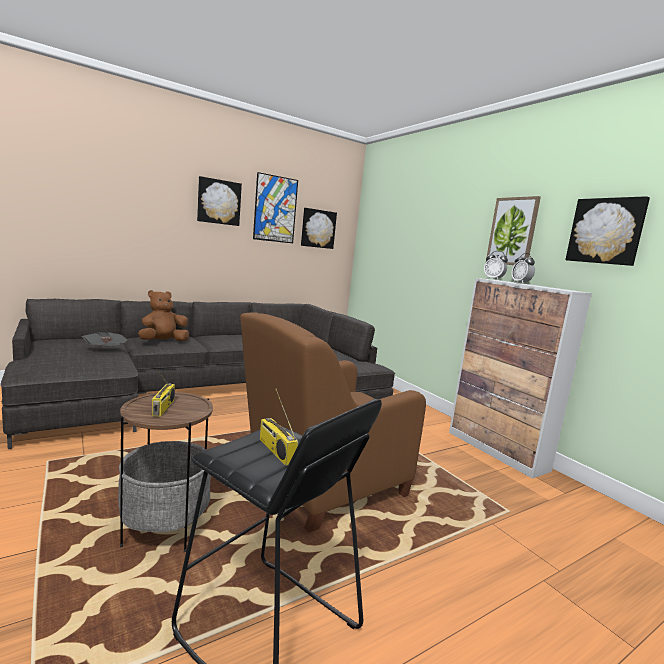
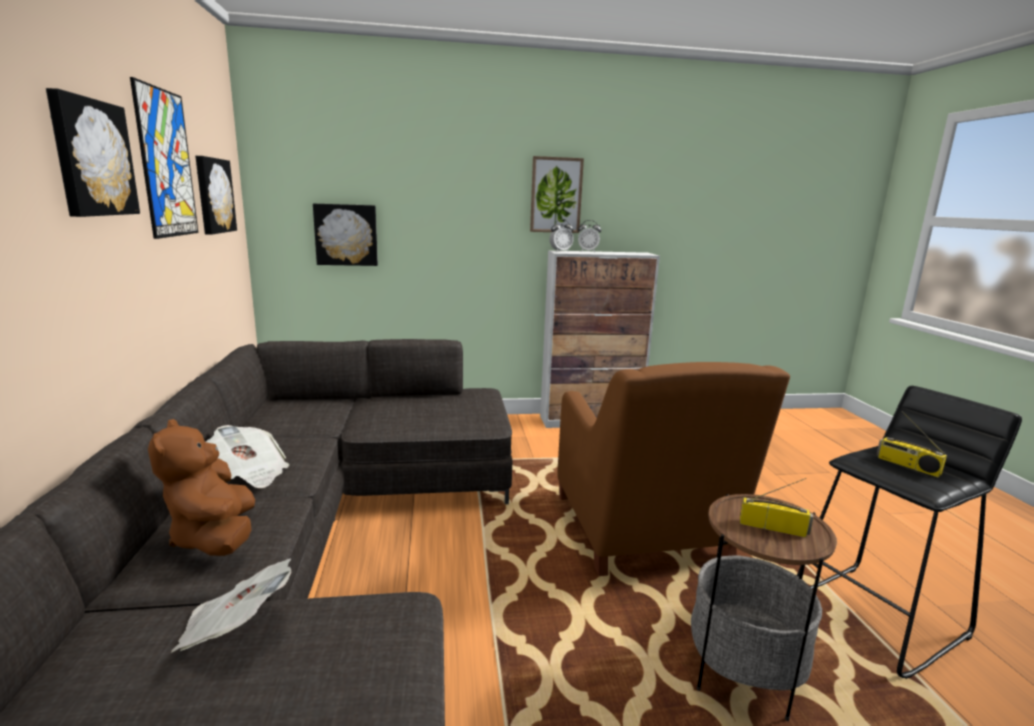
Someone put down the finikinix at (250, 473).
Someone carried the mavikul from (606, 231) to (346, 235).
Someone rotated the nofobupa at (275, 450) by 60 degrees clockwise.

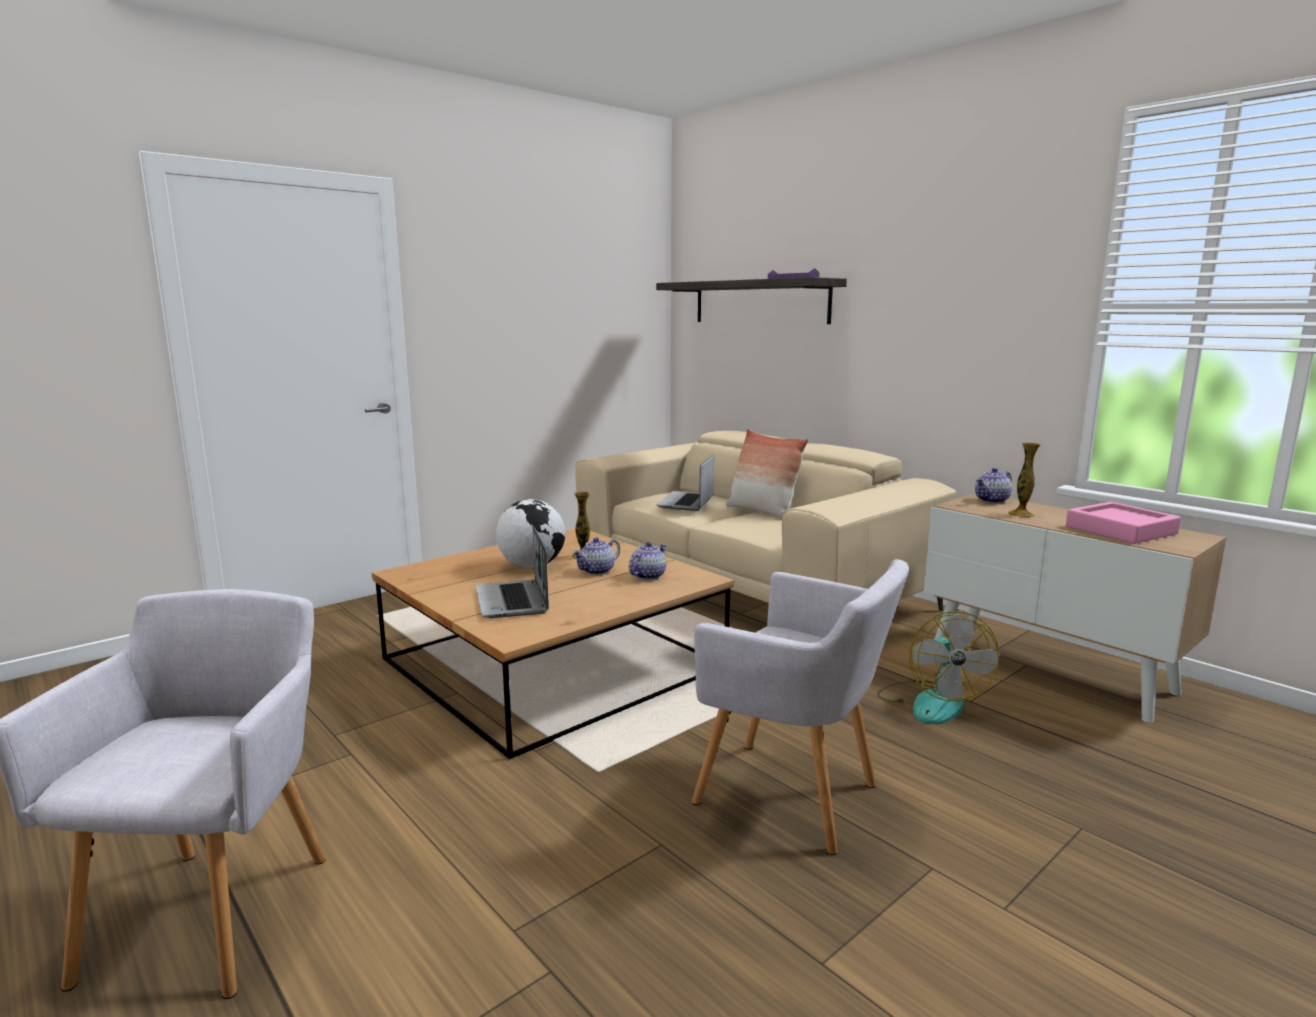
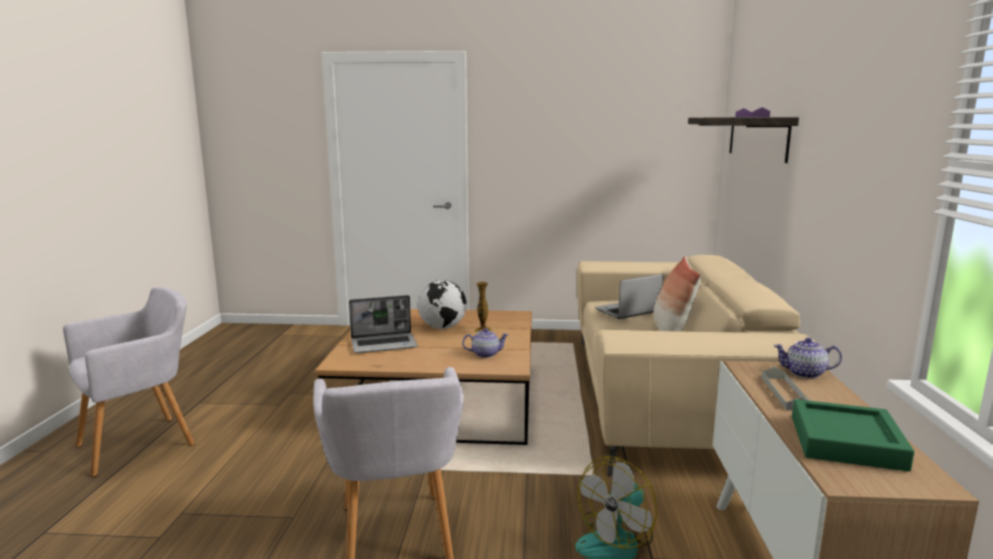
Someone rotated the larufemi at (513, 601) by 135 degrees counterclockwise.
Someone swapped the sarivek at (1021, 514) for the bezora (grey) at (785, 393).
Someone repainted the bezora (pink) at (1120, 530), which became the bezora (green) at (846, 442).
Someone took away the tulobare at (597, 571).

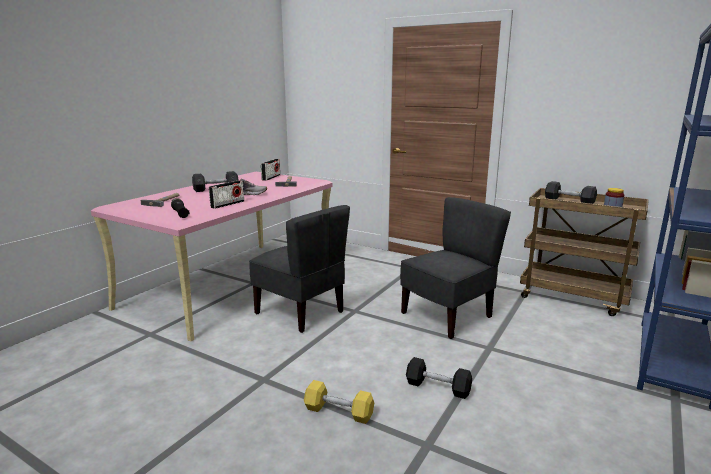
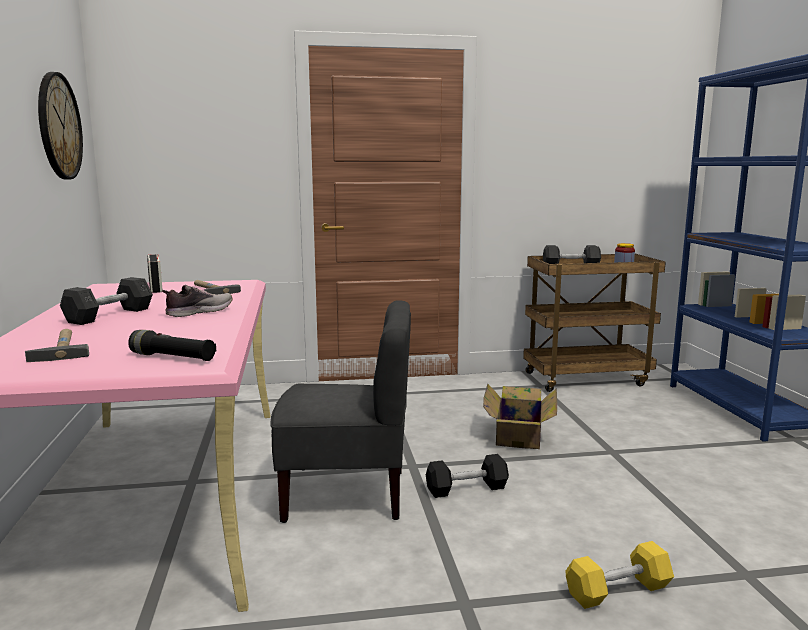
Someone put up the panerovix at (59, 126).
Someone carried the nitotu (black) from (438, 387) to (466, 489).
Someone swapped the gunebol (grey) at (448, 316) for the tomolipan at (519, 434).
Someone took away the nofobupa at (227, 204).

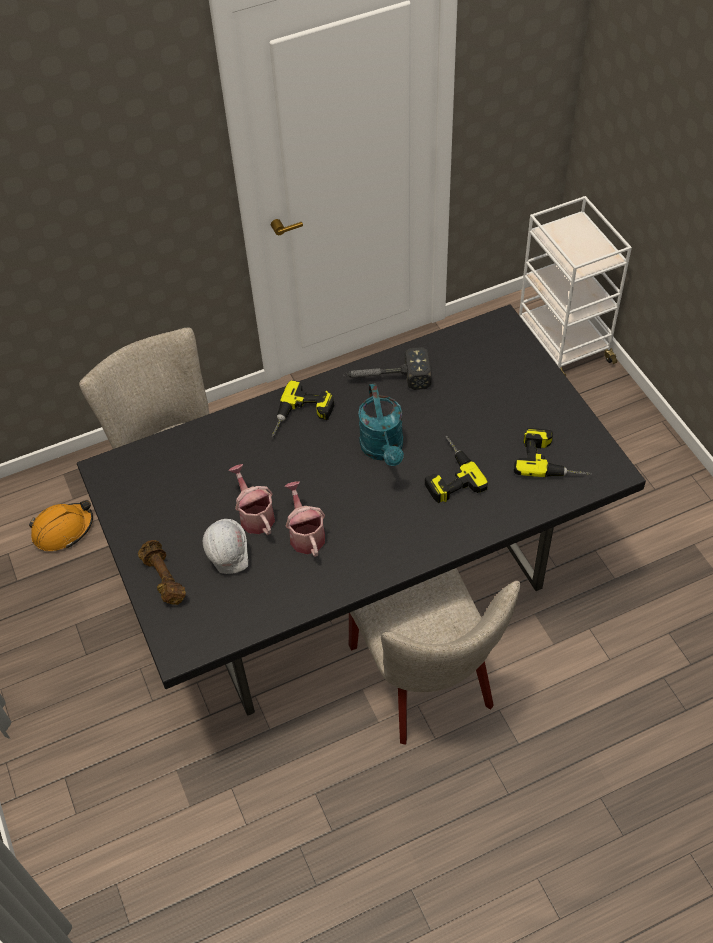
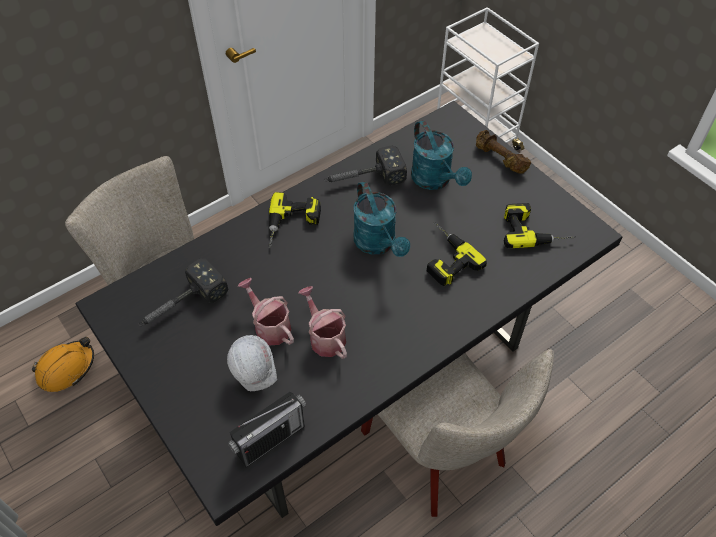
Someone put down the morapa at (181, 306).
Someone put down the nofobupa at (270, 440).
Someone put down the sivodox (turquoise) at (435, 180).
Someone carried the nitotu (brown) from (163, 578) to (499, 159).

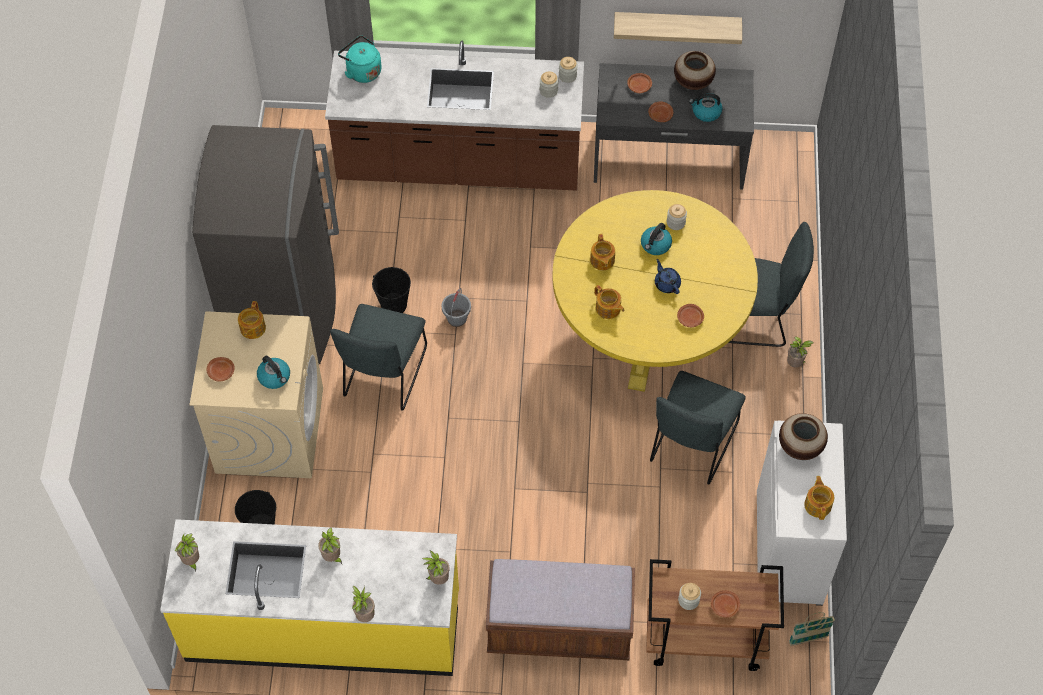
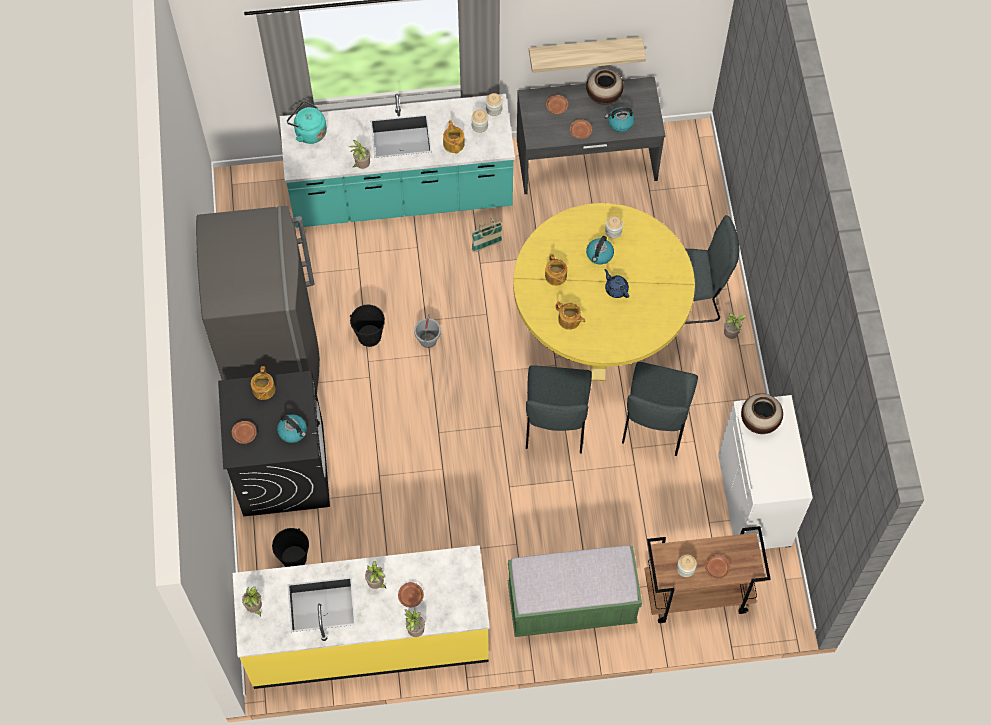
Someone repainted the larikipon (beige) at (269, 429), which became the larikipon (black) at (283, 468).
Someone repainted the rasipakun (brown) at (459, 166), which became the rasipakun (turquoise) at (402, 196).
Someone carried the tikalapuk from (438, 579) to (361, 166).
Someone carried the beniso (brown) from (690, 318) to (411, 596).
Someone carried the tulobare from (818, 504) to (454, 143).
Someone carried the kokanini from (808, 639) to (487, 245).
Someone repainted the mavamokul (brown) at (559, 628), which became the mavamokul (green) at (571, 604).
Someone carried the gunebol (grey) from (383, 376) to (555, 424).

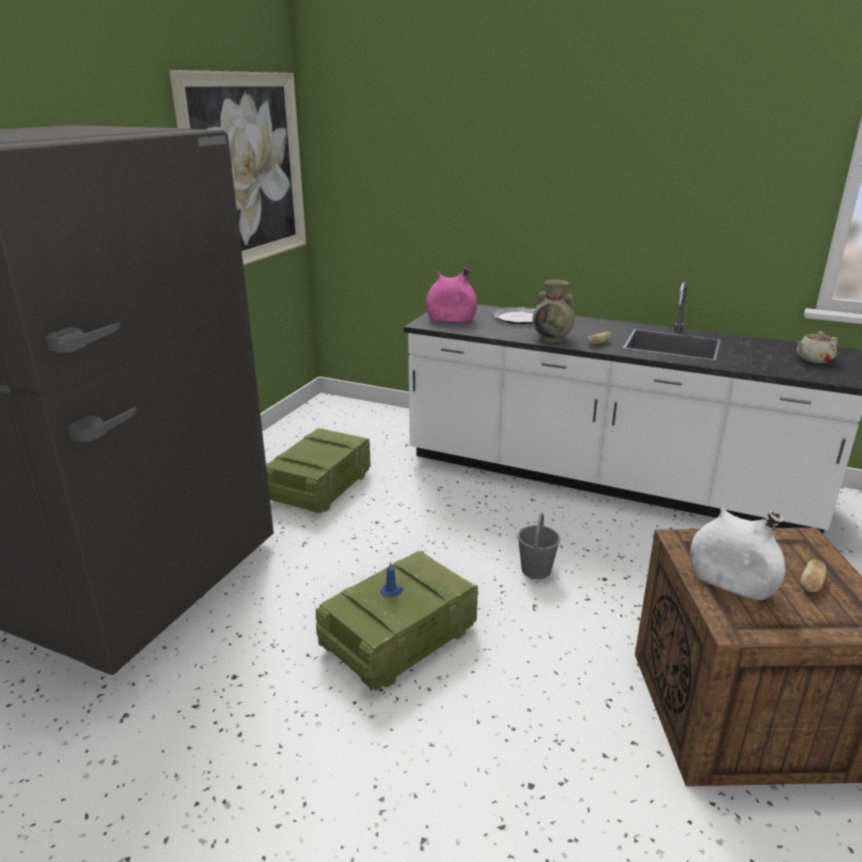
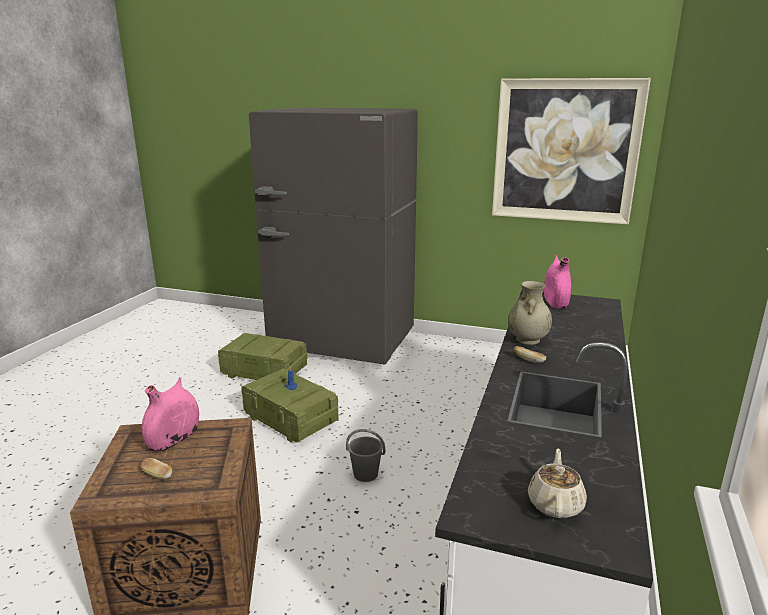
Someone repainted the sarivek (white) at (730, 583), which became the sarivek (pink) at (174, 439).
Someone carried the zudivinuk from (321, 486) to (265, 372).
Someone rotated the tulobare (beige) at (813, 359) by 45 degrees clockwise.
Someone took away the beniso at (518, 318).

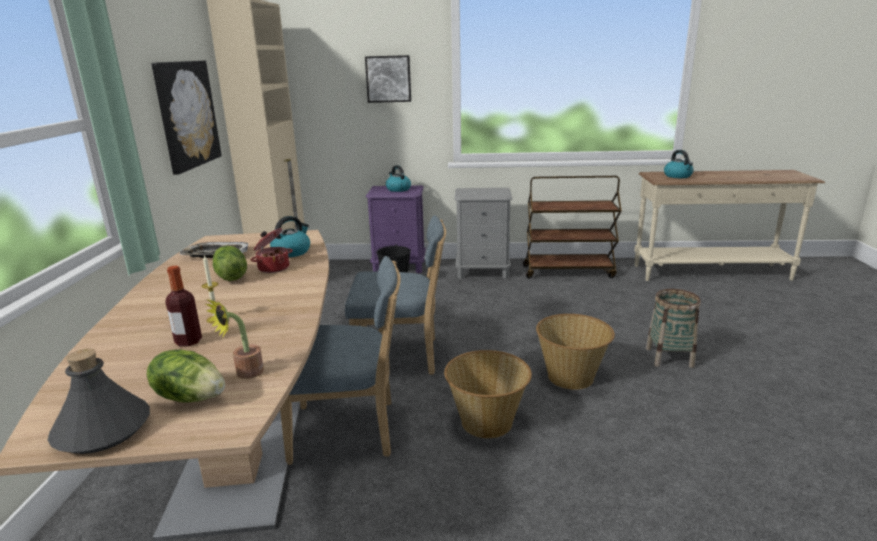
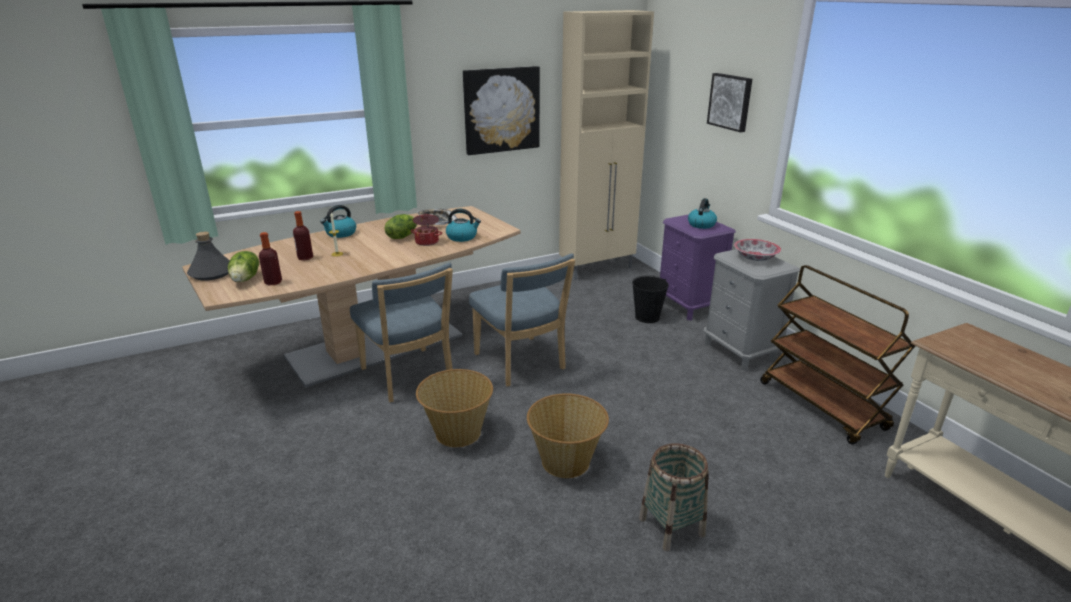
Someone swapped the tikalapuk at (244, 374) for the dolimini at (273, 282).
Someone carried the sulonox from (678, 176) to (340, 233).
Someone put down the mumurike at (755, 258).

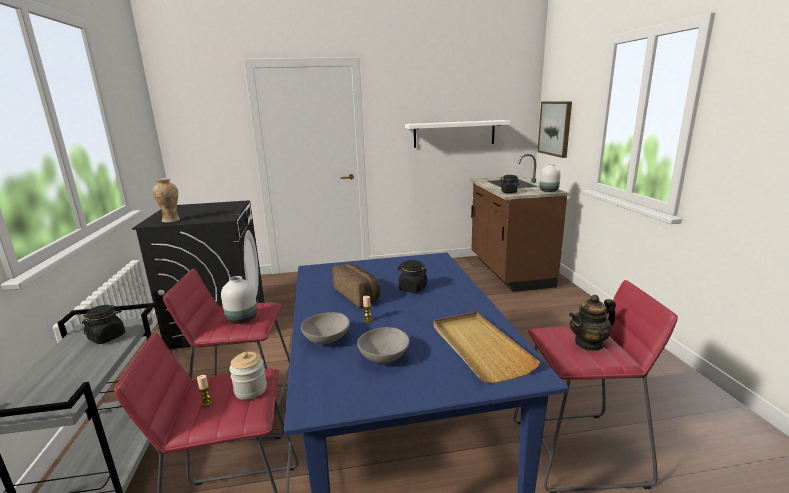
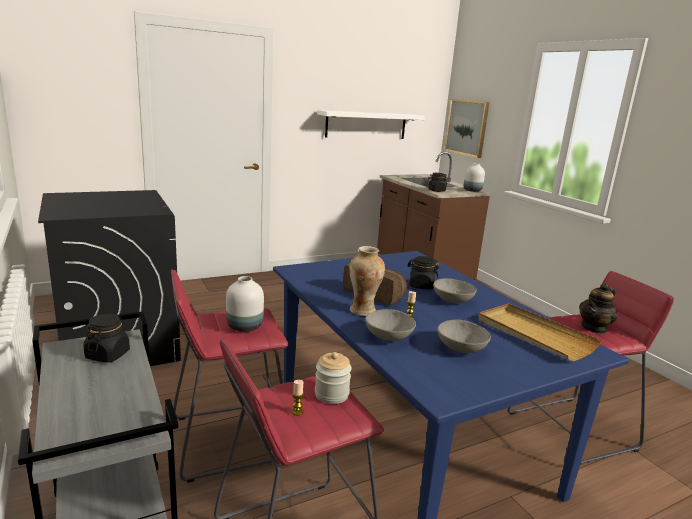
Someone carried the sarivek from (171, 220) to (363, 311).
Someone put down the mumurike (grey) at (452, 300).

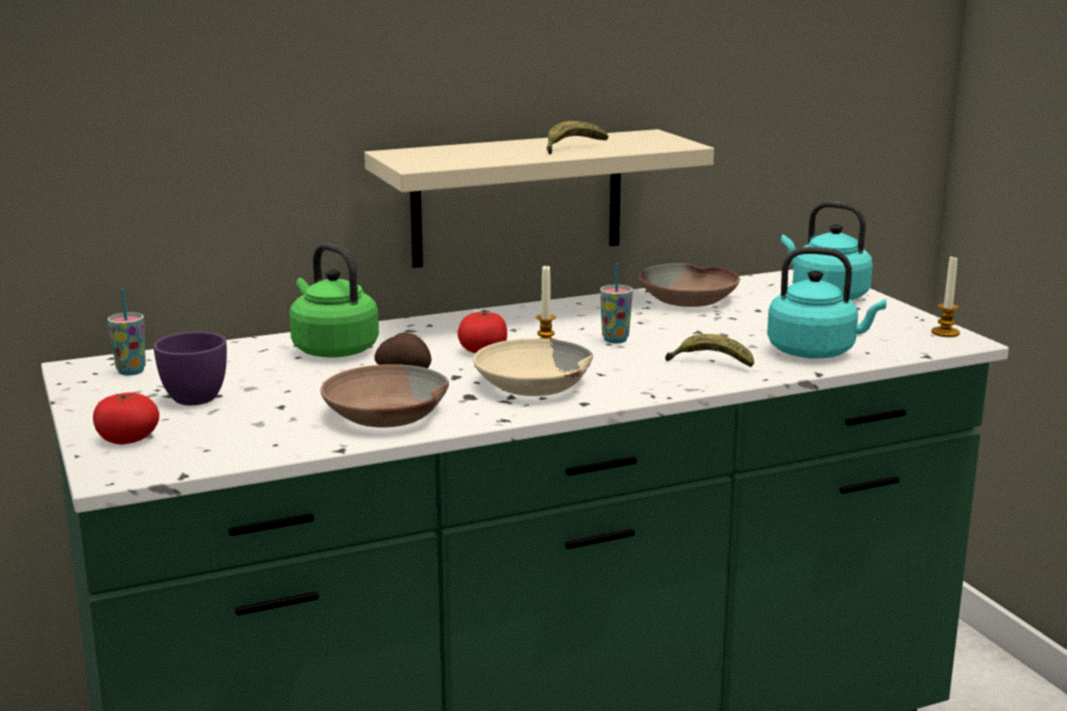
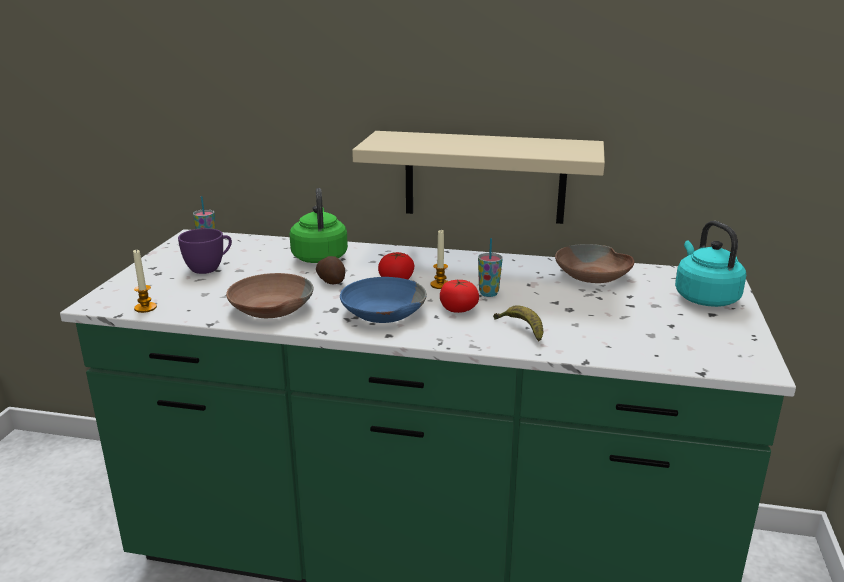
Someone carried the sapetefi from (945, 333) to (145, 308).
Someone repainted the mumurike (beige) at (532, 385), which became the mumurike (blue) at (381, 312).
Someone carried the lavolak from (127, 438) to (458, 308).
Someone took away the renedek at (571, 148).
Someone took away the sulonox (turquoise) at (816, 352).

